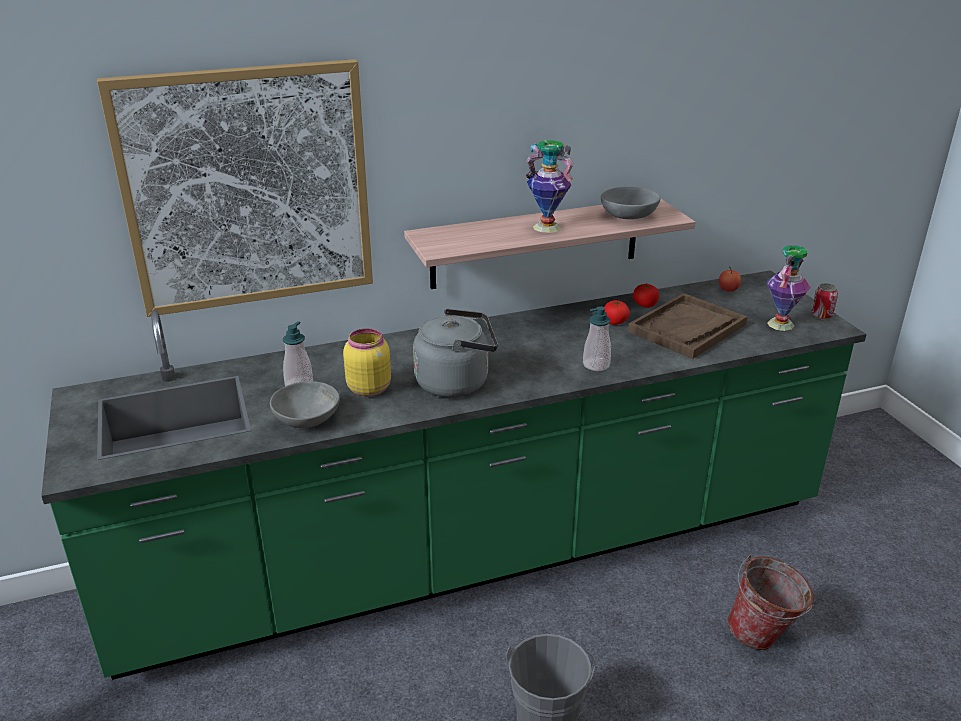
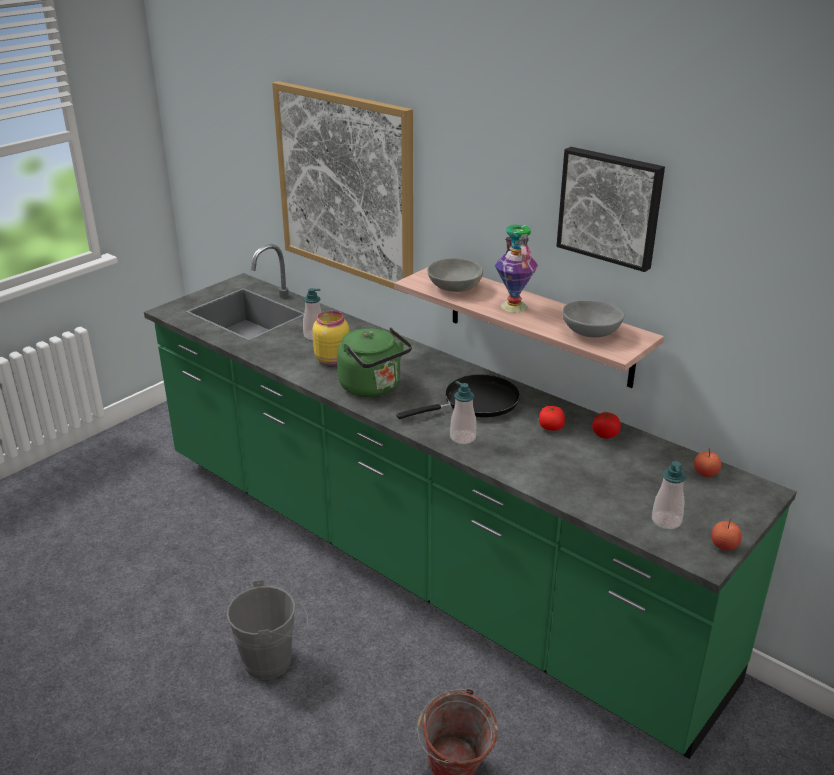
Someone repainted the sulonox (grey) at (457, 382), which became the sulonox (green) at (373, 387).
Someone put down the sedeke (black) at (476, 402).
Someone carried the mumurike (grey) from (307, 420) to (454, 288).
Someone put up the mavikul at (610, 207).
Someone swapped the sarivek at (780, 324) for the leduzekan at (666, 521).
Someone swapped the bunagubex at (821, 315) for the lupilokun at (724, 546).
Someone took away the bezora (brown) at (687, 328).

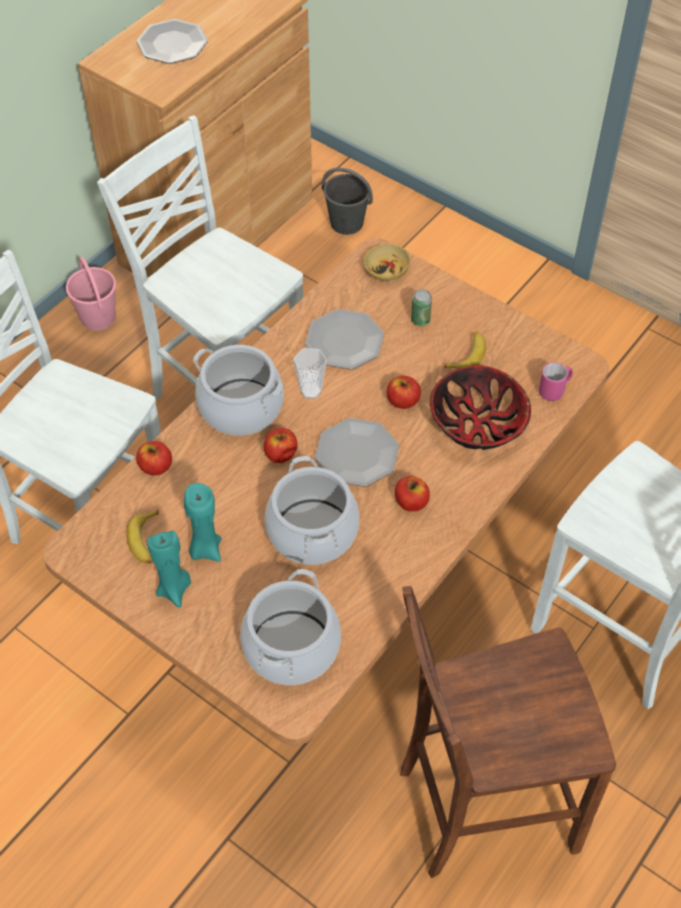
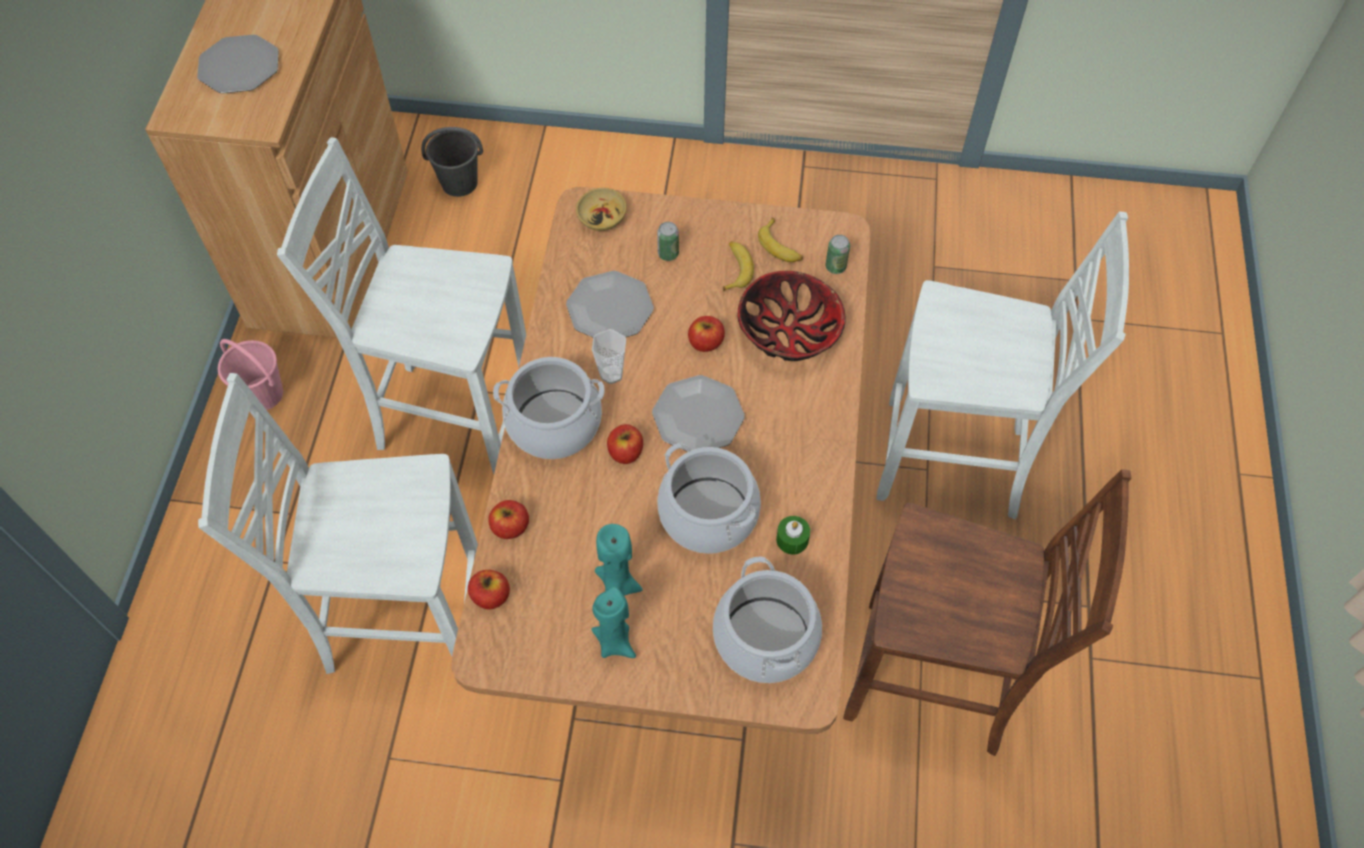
Someone carried the lupilokun from (411, 502) to (491, 596).
Someone carried the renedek from (146, 541) to (780, 246).
Someone put down the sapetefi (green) at (792, 539).
Someone swapped the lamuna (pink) at (554, 390) for the bunagubex at (835, 267).
Someone rotated the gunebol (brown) at (481, 806) by 120 degrees counterclockwise.

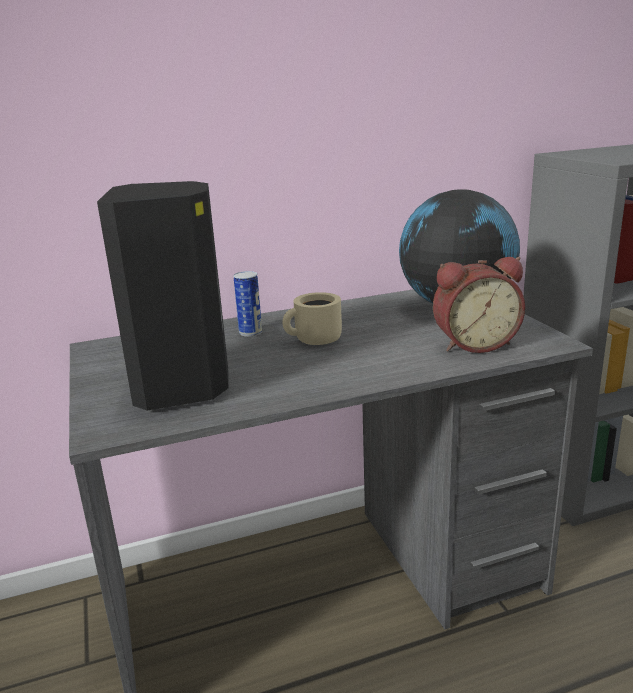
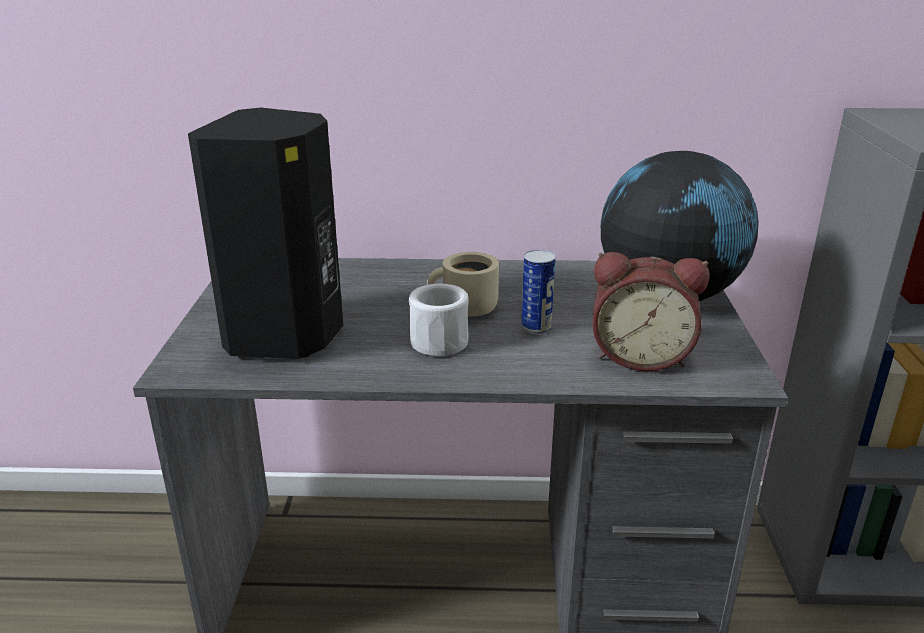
Someone put down the lamuna (white) at (438, 339).
Someone carried the bunagubex from (250, 332) to (536, 327).

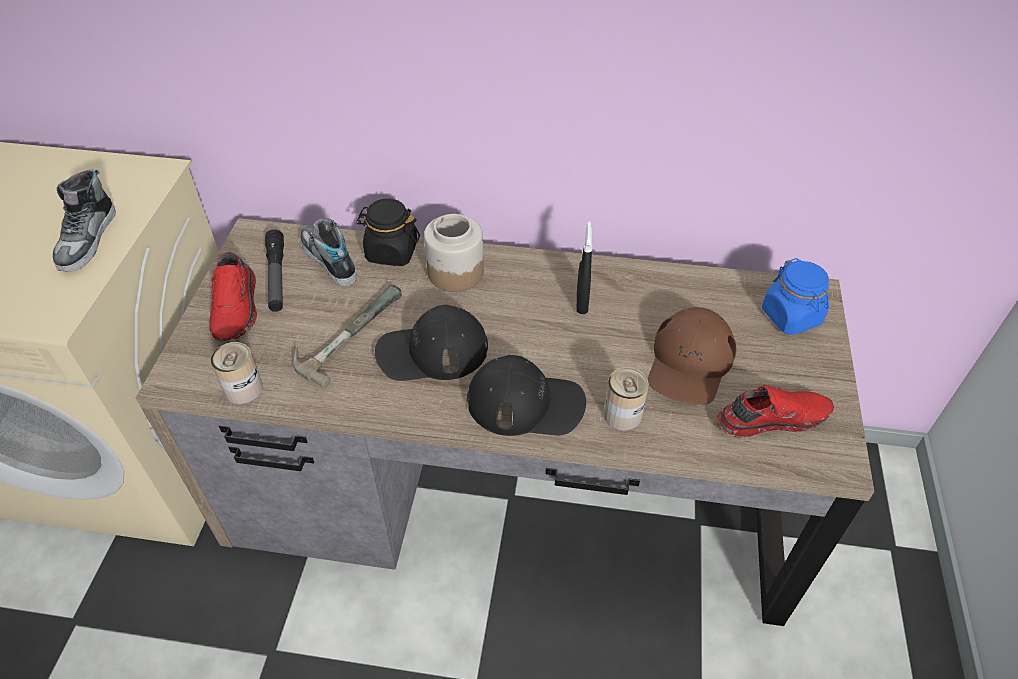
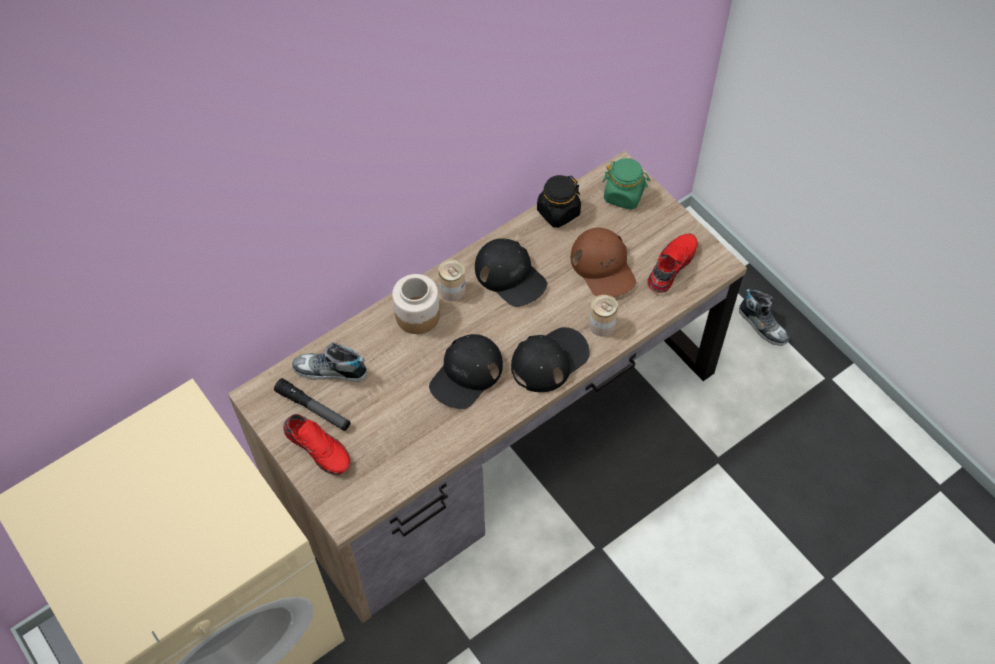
Someone carried the bunagubex from (243, 389) to (452, 290).
Someone swapped the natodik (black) at (582, 302) for the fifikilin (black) at (510, 276).
Someone carried the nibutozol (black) from (391, 252) to (558, 212).
Someone repainted the nibutozol (blue) at (791, 316), which became the nibutozol (green) at (624, 195).
Someone carried the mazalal from (88, 239) to (762, 325).
Someone took away the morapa at (346, 332).

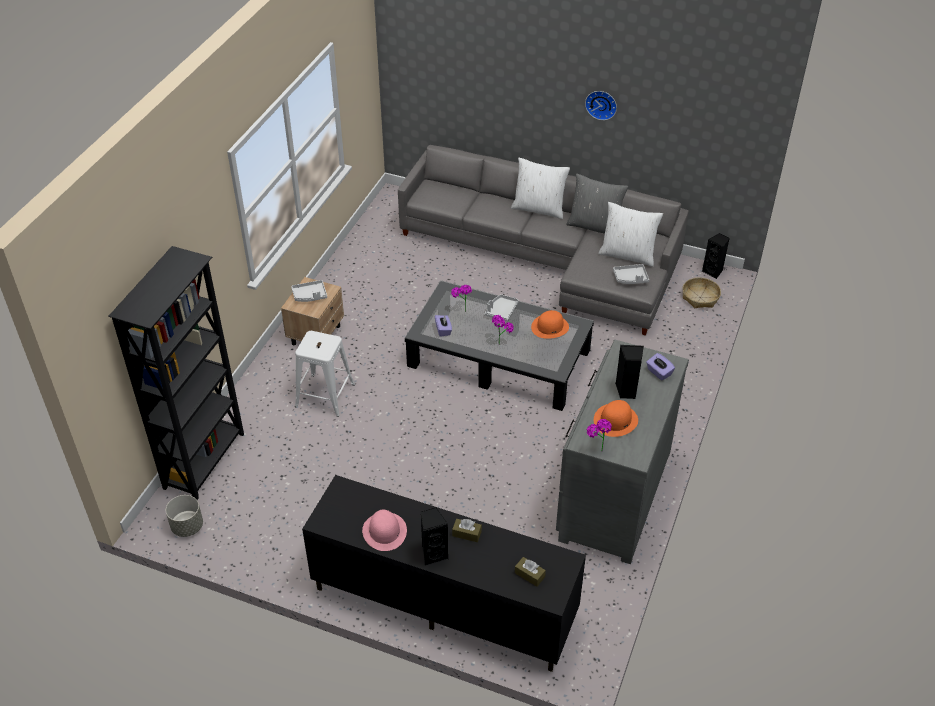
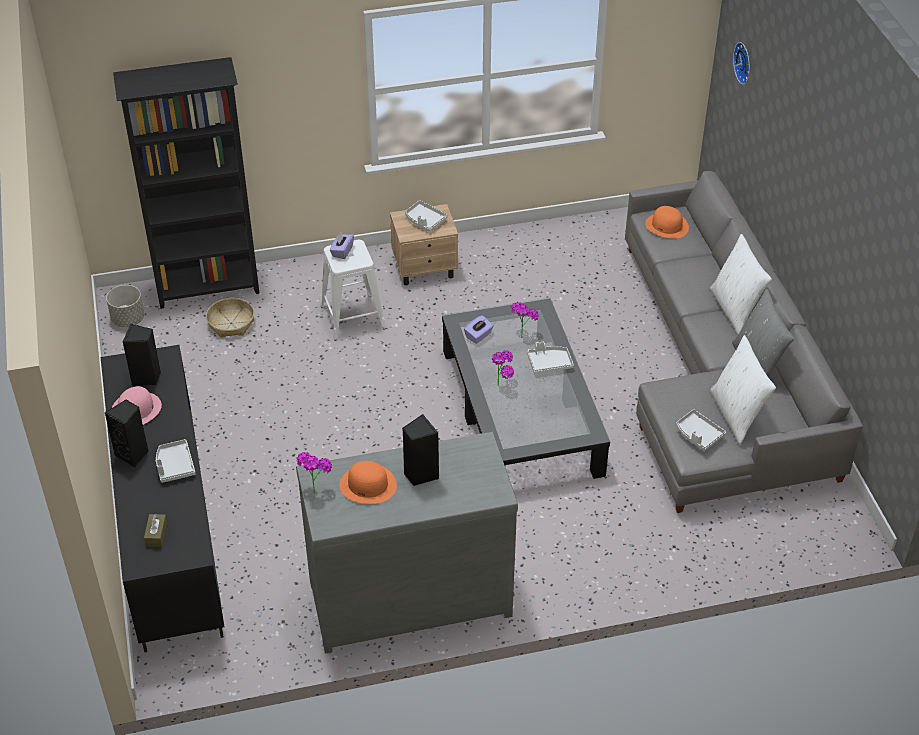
Someone carried the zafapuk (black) from (713, 271) to (146, 378).
Someone swapped the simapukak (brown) at (466, 533) for the bezora (grey) at (174, 466).
Someone carried the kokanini from (700, 297) to (231, 323).
Someone carried the simapukak (purple) from (659, 372) to (342, 251).
Someone carried the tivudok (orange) from (550, 327) to (667, 226).
Someone carried the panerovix from (601, 104) to (744, 62).

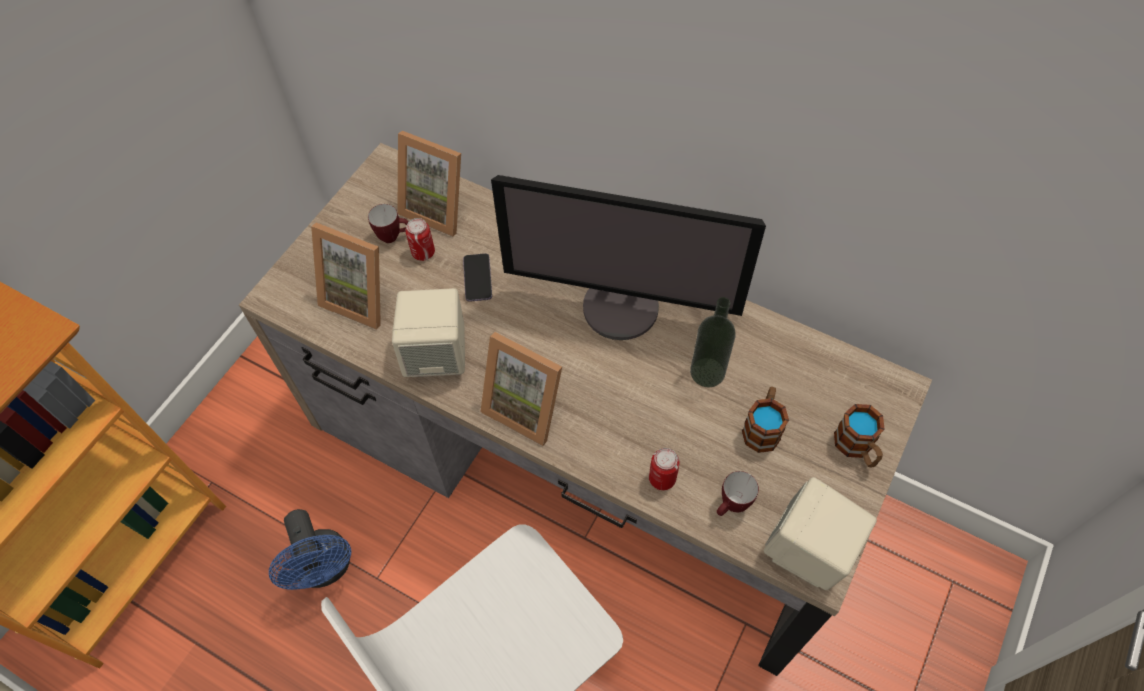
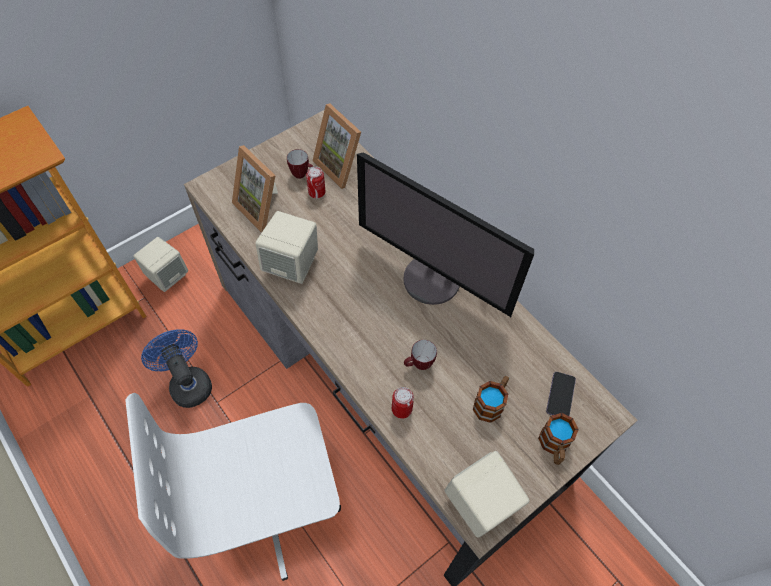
Someone put down the zafapuk (beige) at (167, 276).
Someone rotated the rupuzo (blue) at (325, 569) by 150 degrees clockwise.
Someone carried the lamuna from (731, 507) to (418, 365).
Someone carried the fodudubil from (477, 278) to (560, 395).
Someone took away the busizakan at (527, 405).
Someone took away the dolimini at (707, 372).

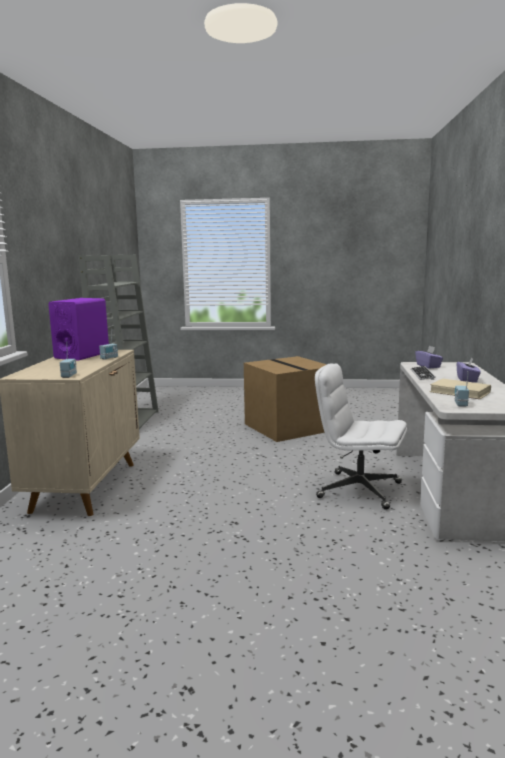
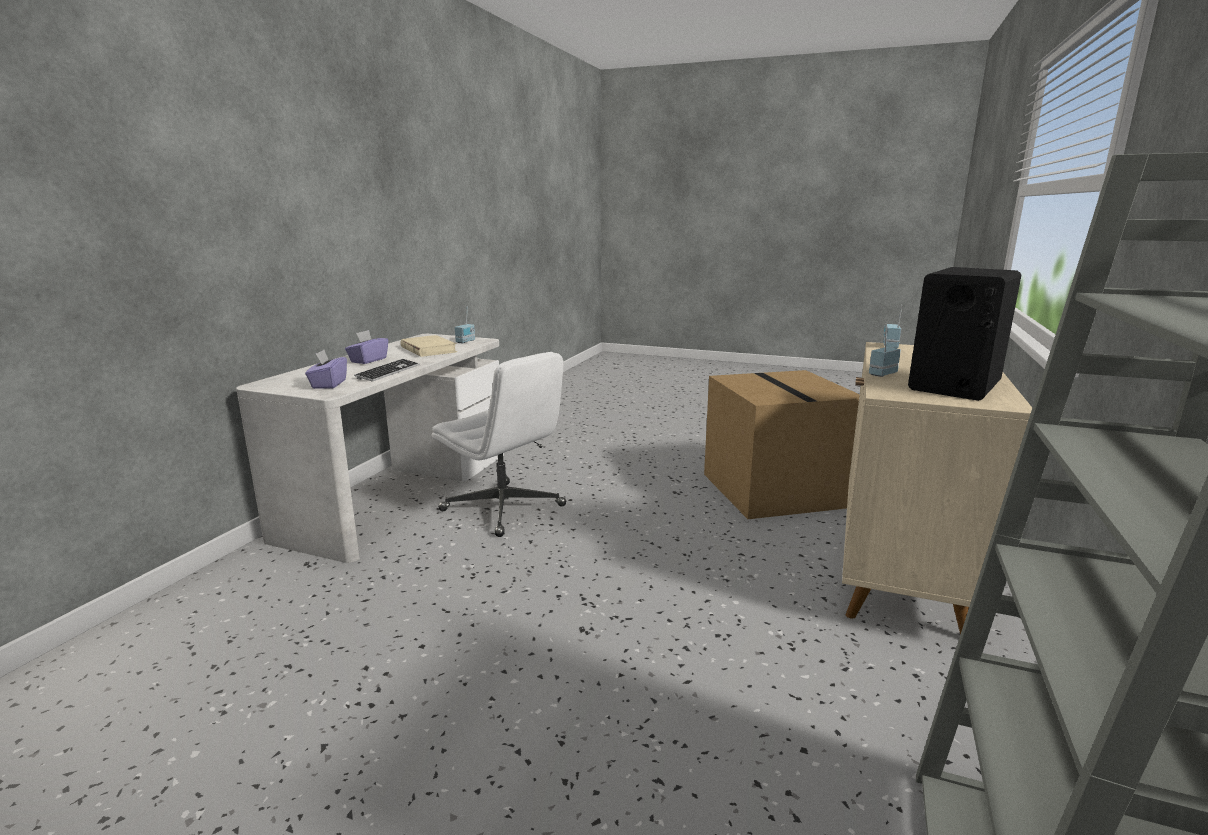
Someone carried the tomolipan from (289, 427) to (771, 489).
Someone repainted the zafapuk (purple) at (82, 355), which became the zafapuk (black) at (955, 386).

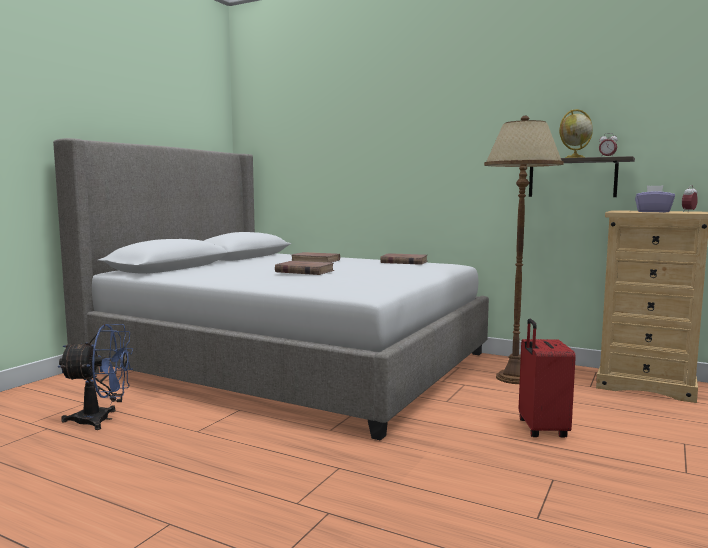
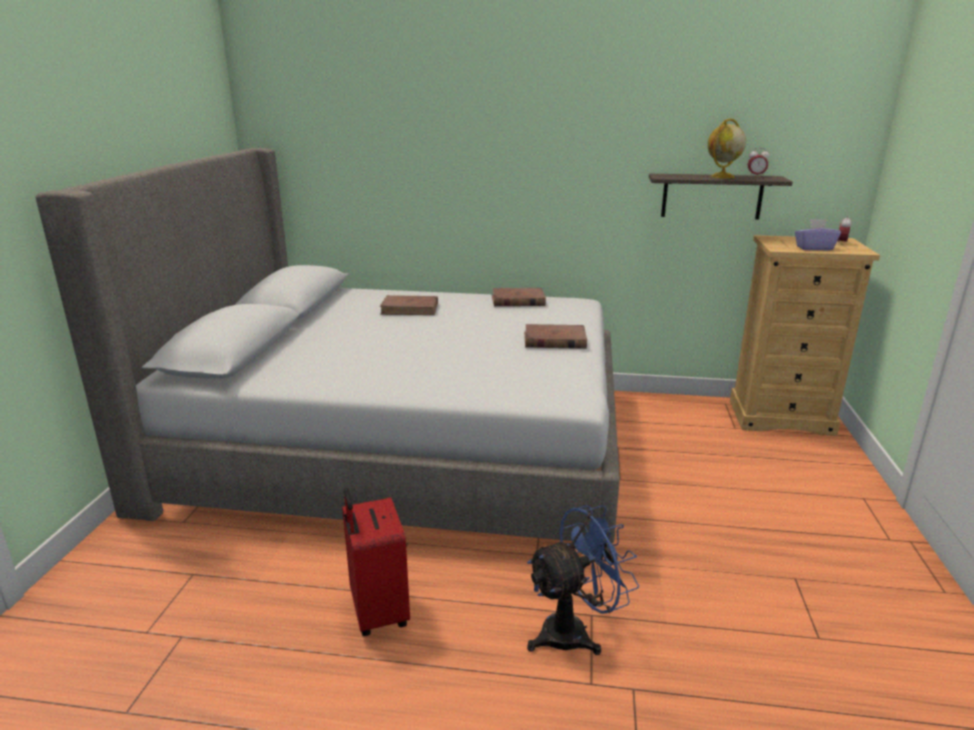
Someone carried the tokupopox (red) from (541, 429) to (377, 613).
Someone carried the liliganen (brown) from (304, 271) to (554, 340).
Someone carried the rupuzo (blue) from (101, 420) to (574, 631).
Someone took away the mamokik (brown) at (514, 378).

